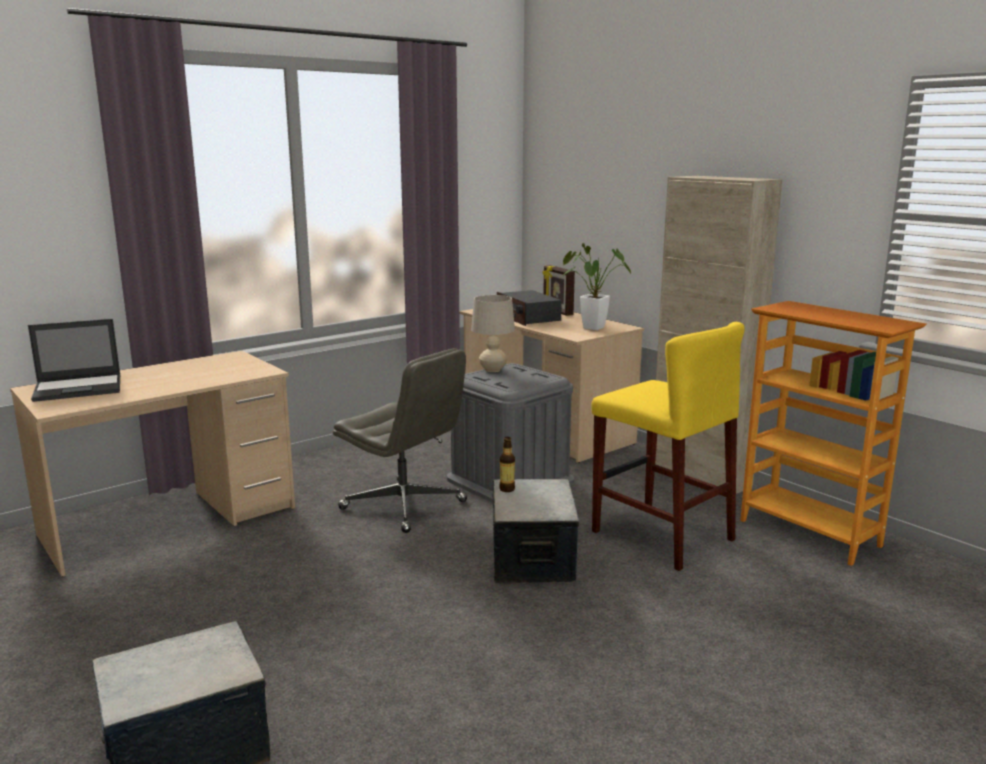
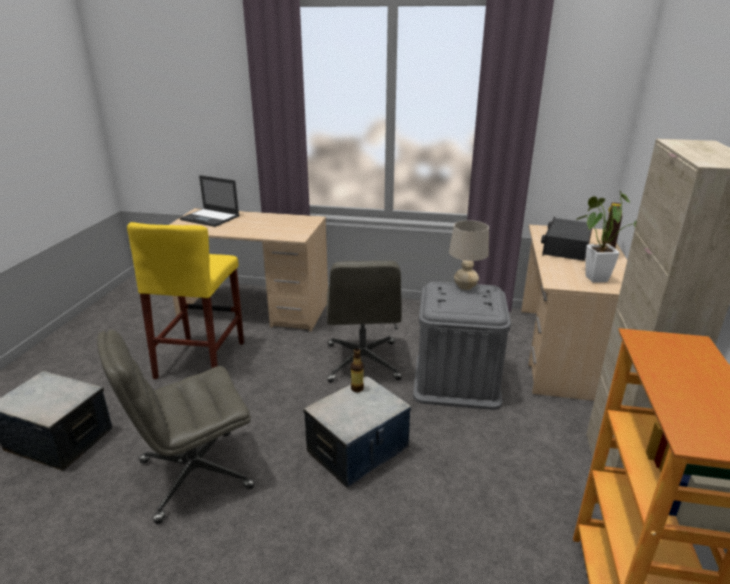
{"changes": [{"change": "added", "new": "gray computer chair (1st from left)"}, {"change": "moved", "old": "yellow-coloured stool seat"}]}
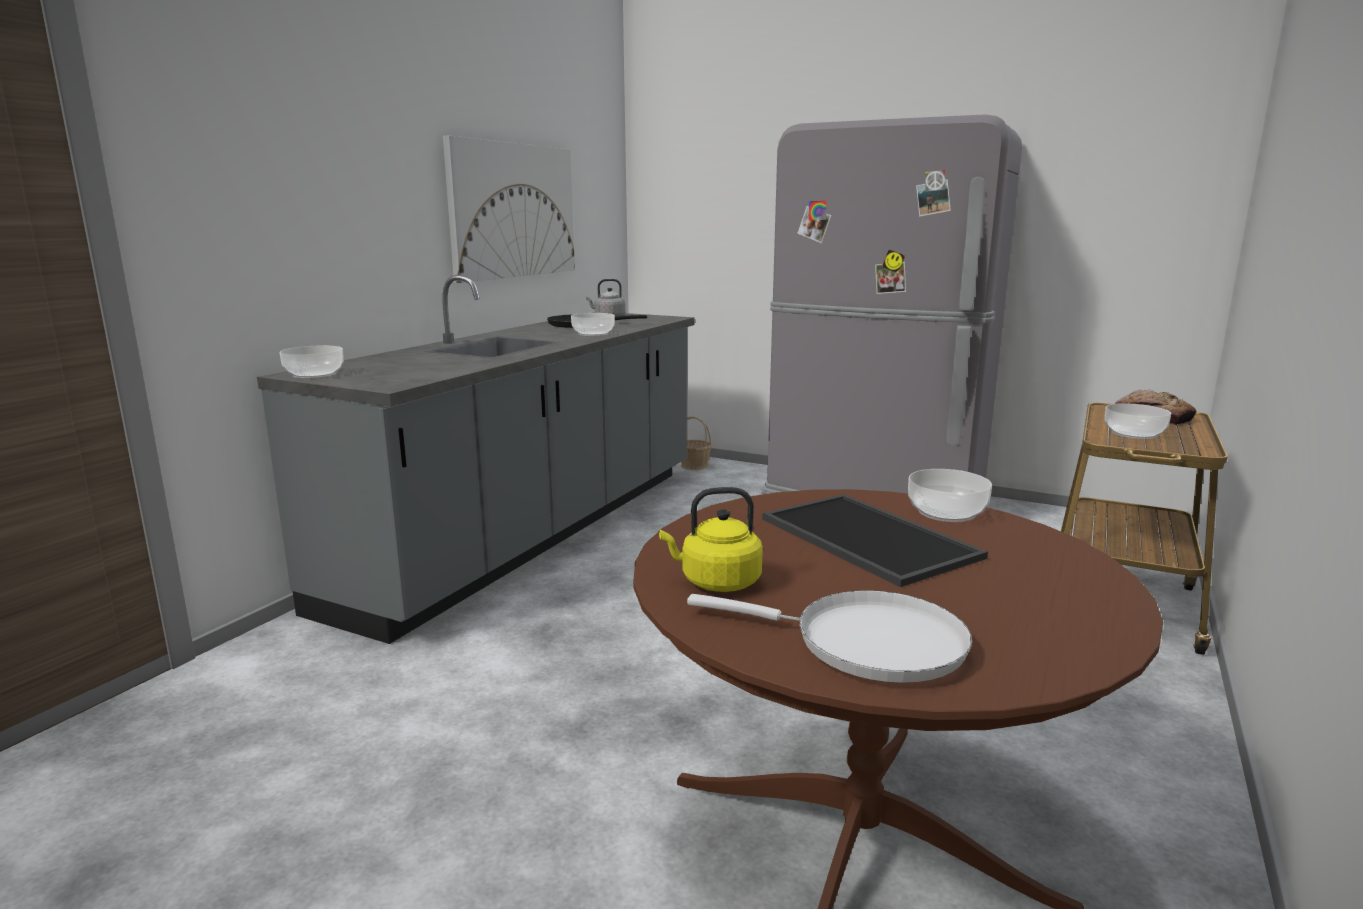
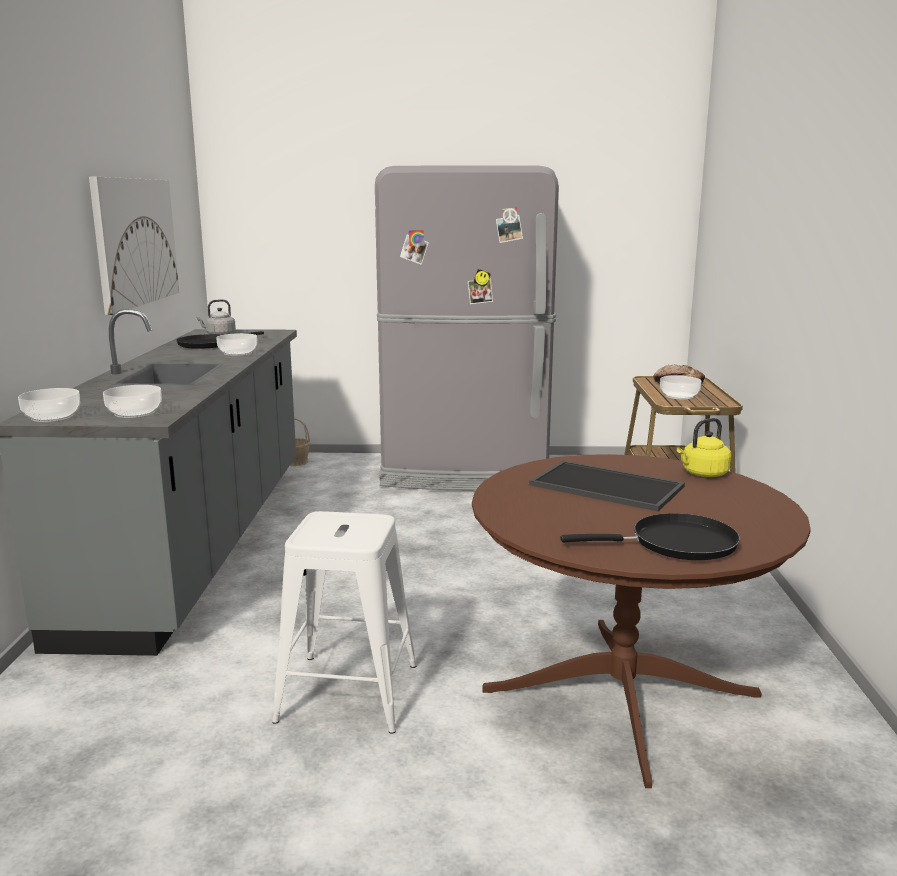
{"changes": [{"change": "added", "new": "whitish stool seat"}, {"change": "moved", "old": "yellow-coloured water kettle"}, {"change": "moved", "old": "deep dish (3rd from left in the first image)", "new": "deep dish (2nd from left)"}, {"change": "recoloured", "old": "whitish skillet", "new": "blackish skillet (2nd from left)"}]}
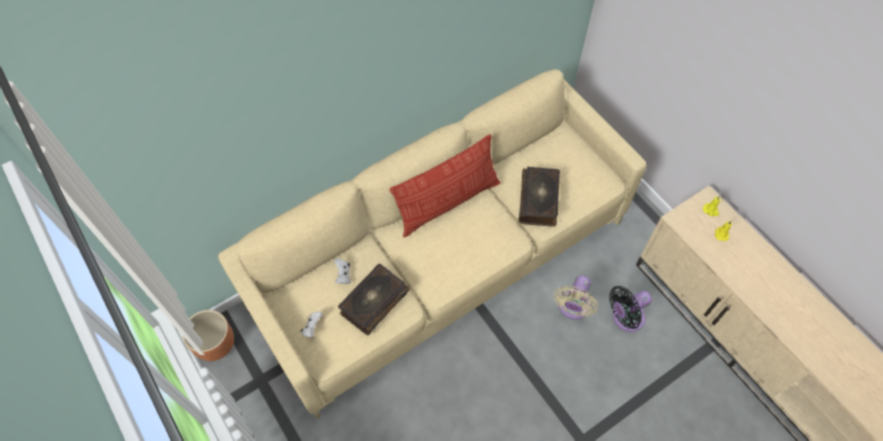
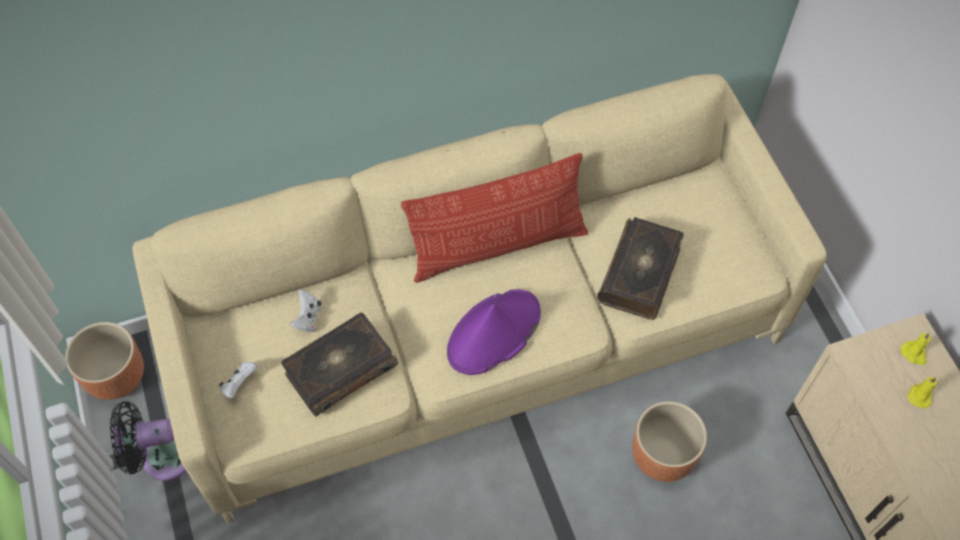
{"changes": [{"change": "added", "new": "purple-coloured wearable hat"}, {"change": "moved", "old": "blackish cooling fan"}, {"change": "replaced", "old": "beige cooling fan", "new": "brown plant pot (2nd from left)"}]}
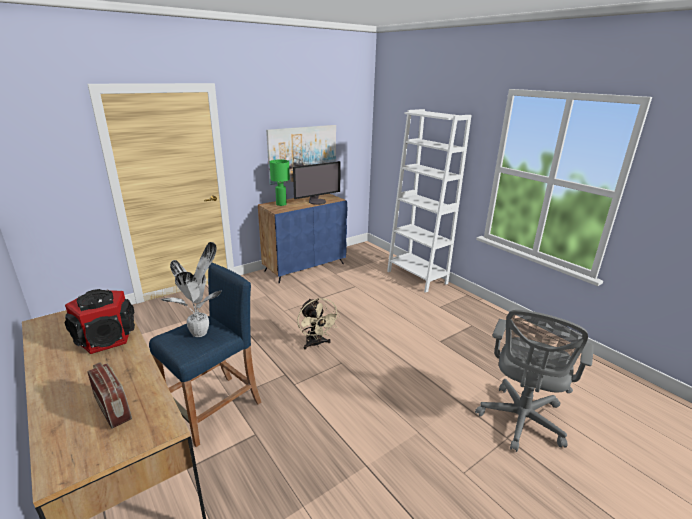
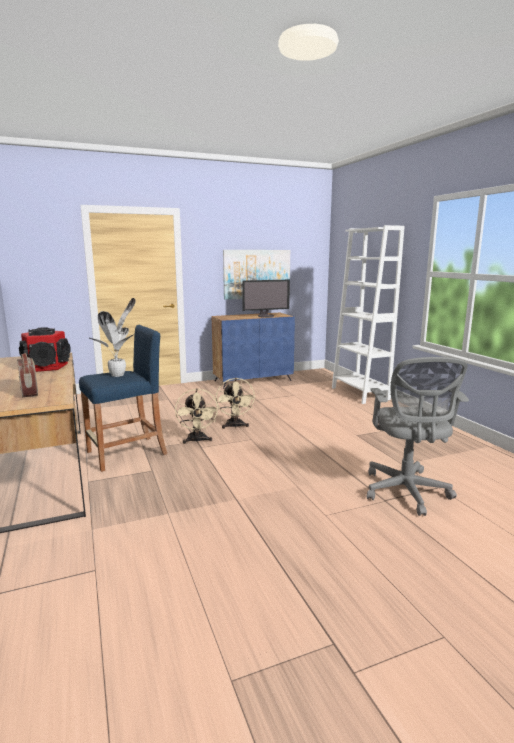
{"changes": [{"change": "removed", "old": "green-coloured lamp for a table"}, {"change": "added", "new": "beige cooling fan (1st from left)"}, {"change": "turned", "old": "gray computer chair", "degrees": -45}]}
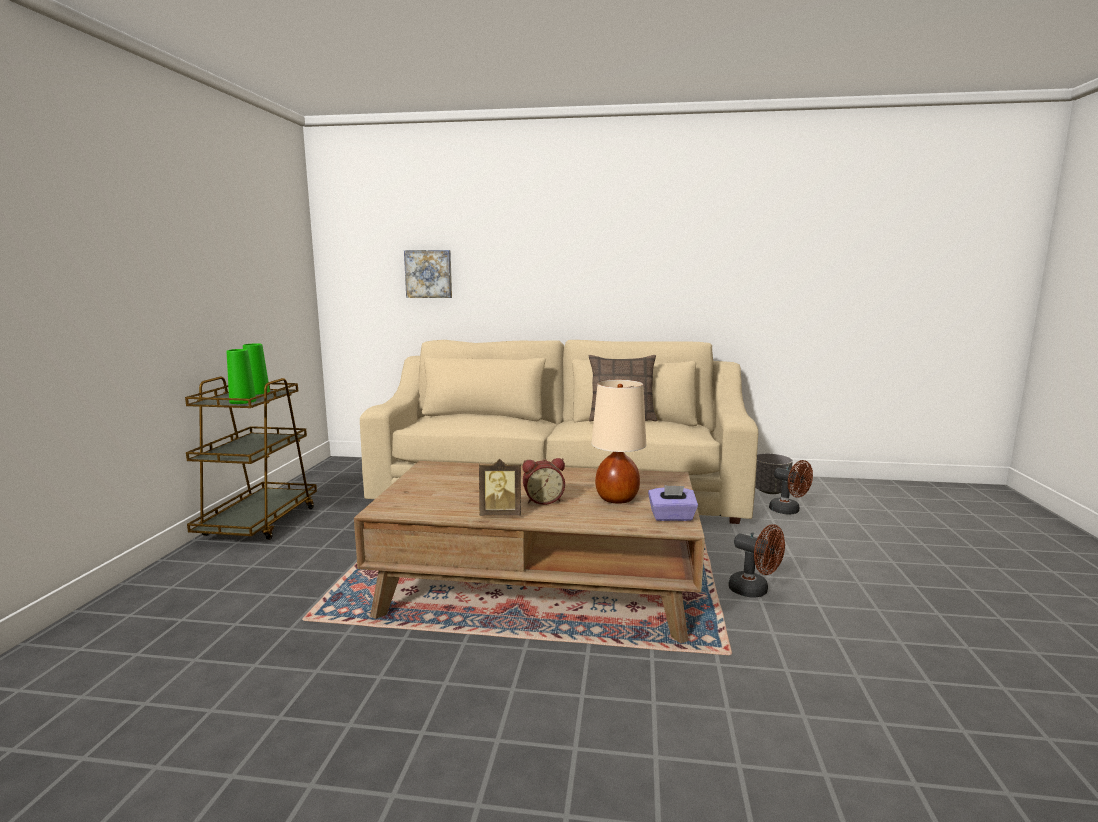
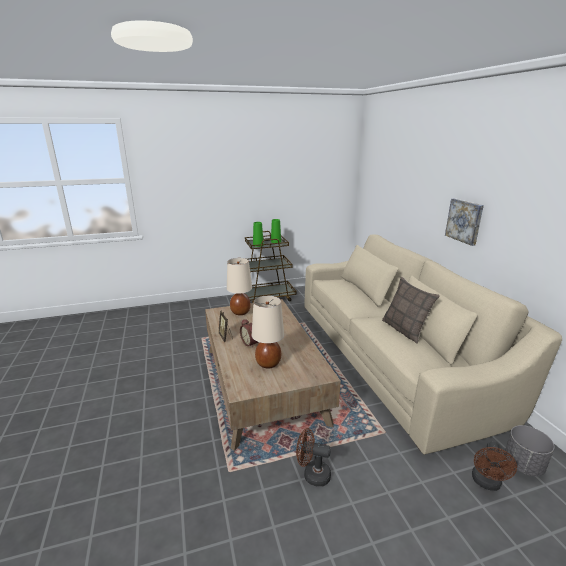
{"changes": [{"change": "removed", "old": "purple-coloured tissue holder"}, {"change": "added", "new": "beige lamp for a table (1st from left)"}, {"change": "moved", "old": "wall picture"}, {"change": "turned", "old": "brown cooling fan (1st from left)", "degrees": 90}]}
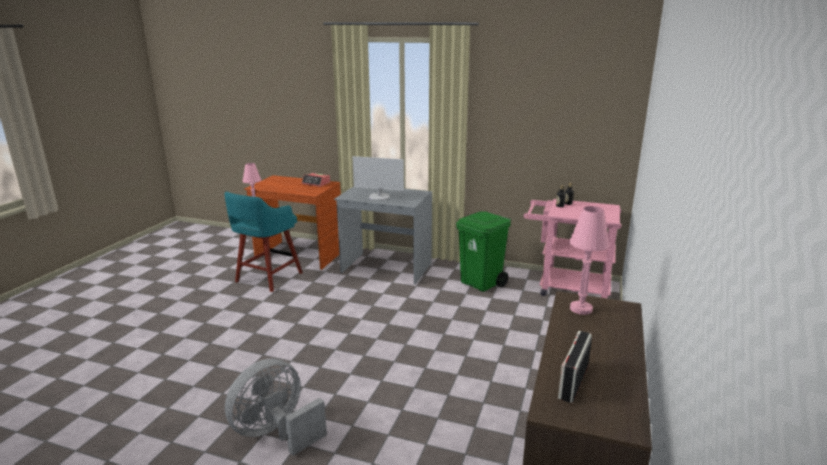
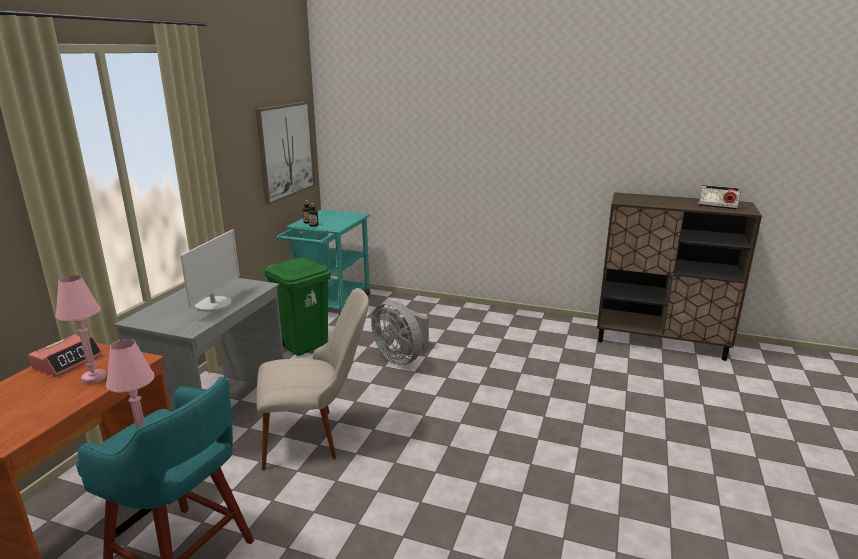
{"changes": [{"change": "added", "new": "wall picture"}, {"change": "added", "new": "beige chair"}, {"change": "moved", "old": "gray cooling fan"}, {"change": "moved", "old": "pink-coloured lamp for a table (2nd from left in the first image)", "new": "pink-coloured lamp for a table (1st from left)"}, {"change": "recoloured", "old": "pink-coloured cart", "new": "turquoise cart"}]}
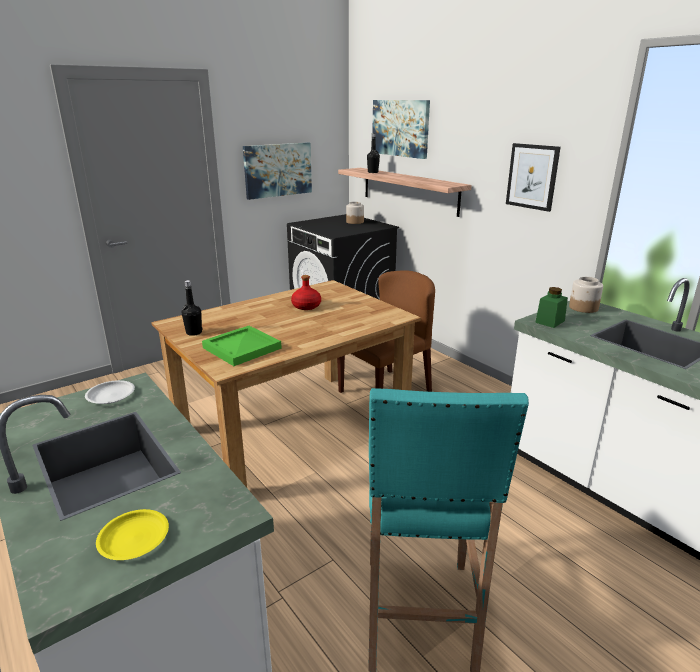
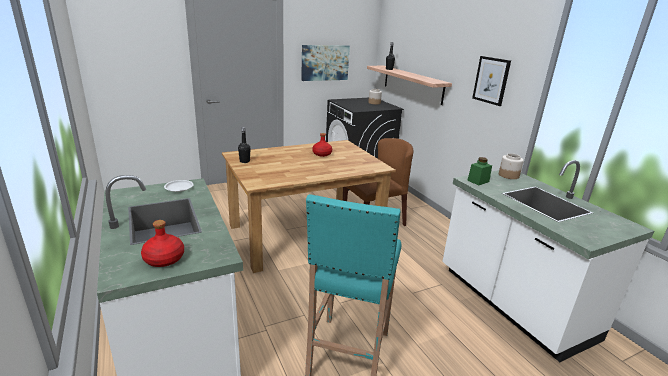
{"changes": [{"change": "removed", "old": "green-coloured carrying tray"}, {"change": "removed", "old": "wall picture (2nd from left)"}, {"change": "replaced", "old": "yellow-coloured dinner plate", "new": "red beverage bottle (1st from left)"}]}
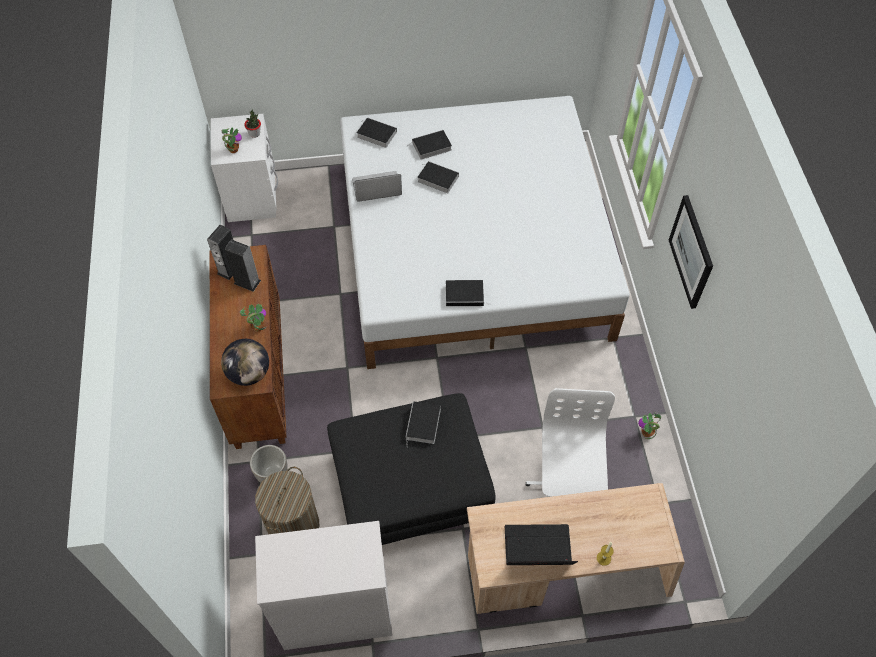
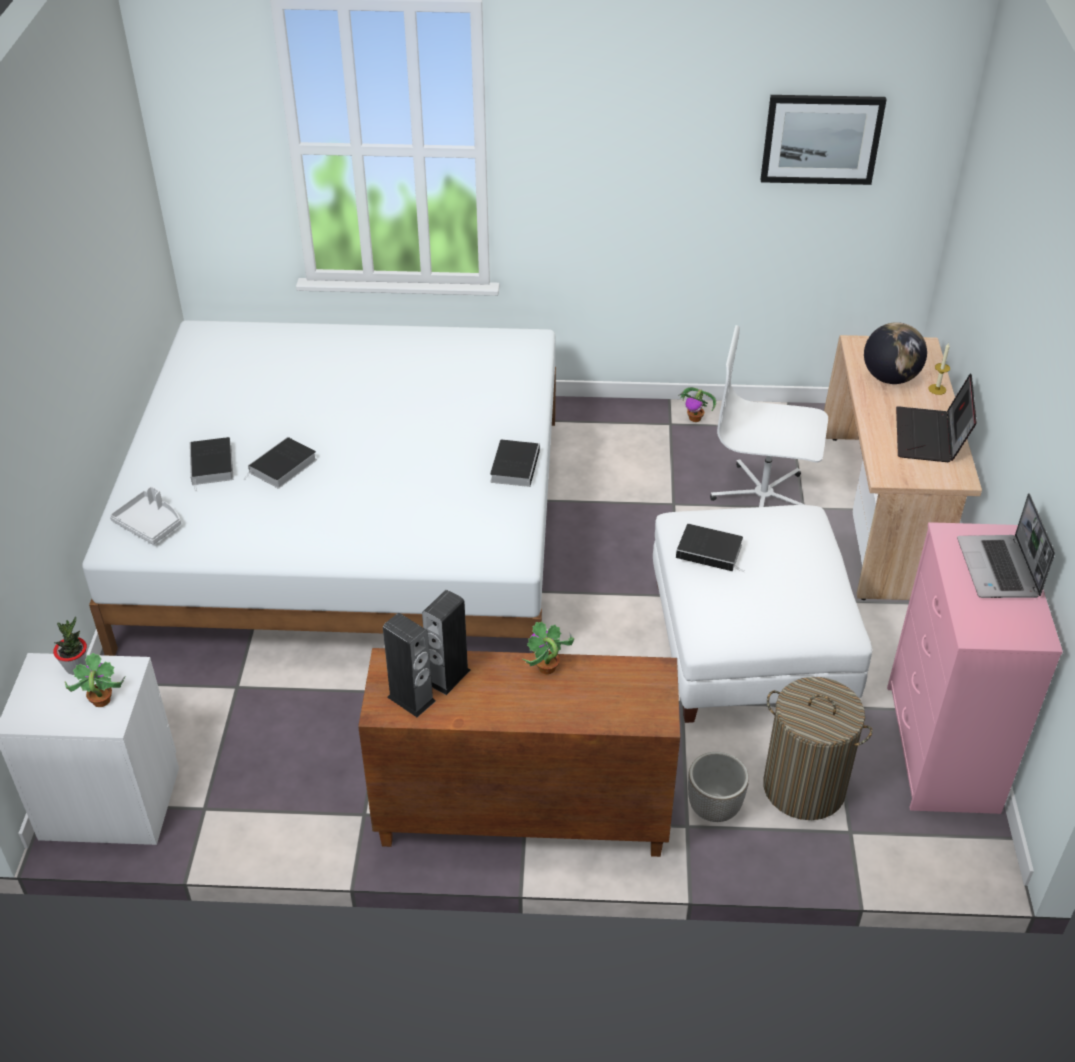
{"changes": [{"change": "moved", "old": "globe"}, {"change": "moved", "old": "portable computer (1st from left in the first image)", "new": "portable computer (2nd from left)"}, {"change": "moved", "old": "wall picture"}, {"change": "replaced", "old": "bound book (1st from left)", "new": "gray carrying tray"}, {"change": "recoloured", "old": "whitish drawer chest", "new": "pink-coloured drawer chest"}, {"change": "recoloured", "old": "blackish ottoman", "new": "whitish ottoman"}]}
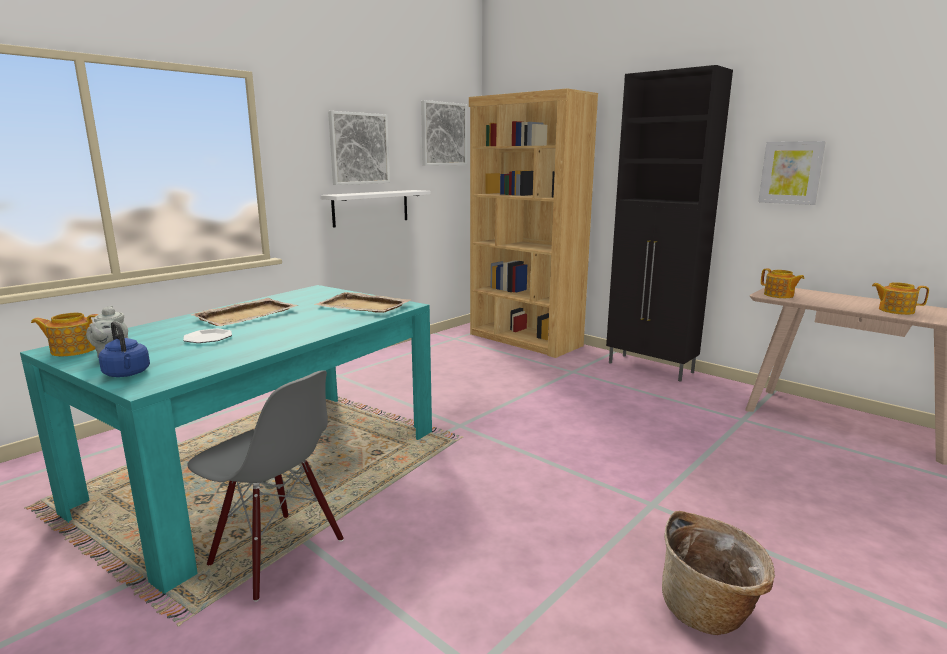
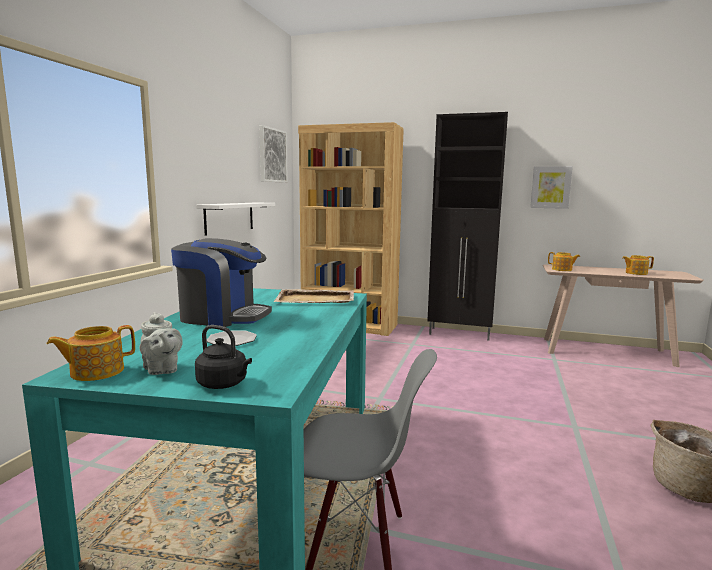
{"changes": [{"change": "removed", "old": "wall picture (1st from left)"}, {"change": "replaced", "old": "beige carrying tray (1st from left)", "new": "coffee brewer"}, {"change": "recoloured", "old": "blue-coloured water kettle", "new": "blackish water kettle"}]}
